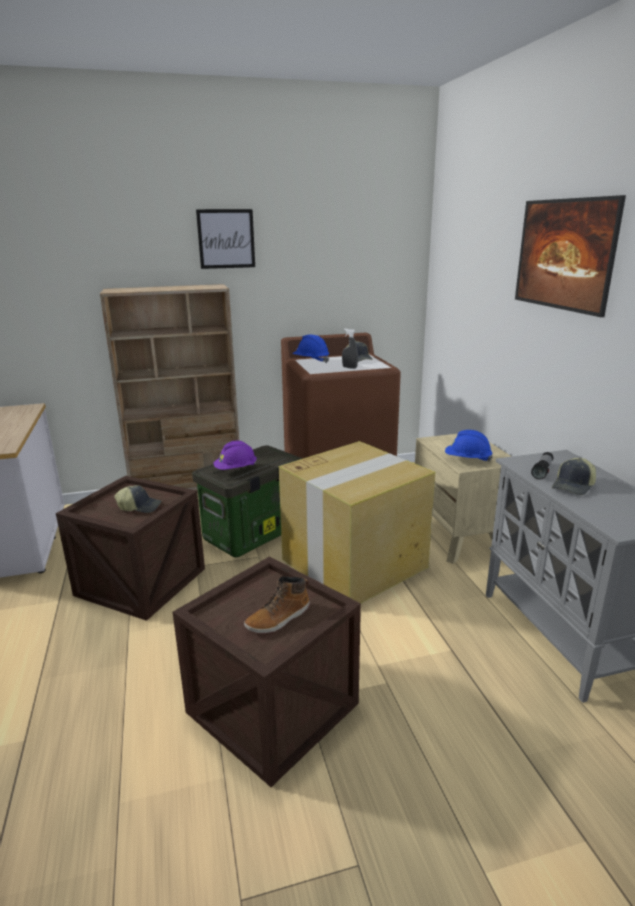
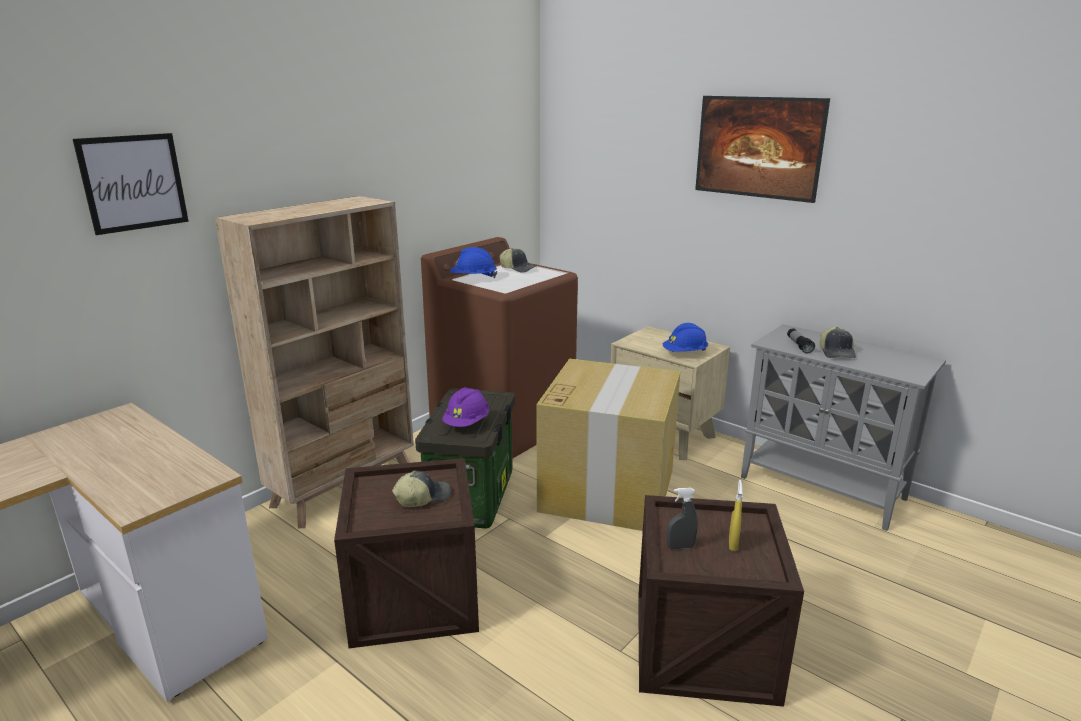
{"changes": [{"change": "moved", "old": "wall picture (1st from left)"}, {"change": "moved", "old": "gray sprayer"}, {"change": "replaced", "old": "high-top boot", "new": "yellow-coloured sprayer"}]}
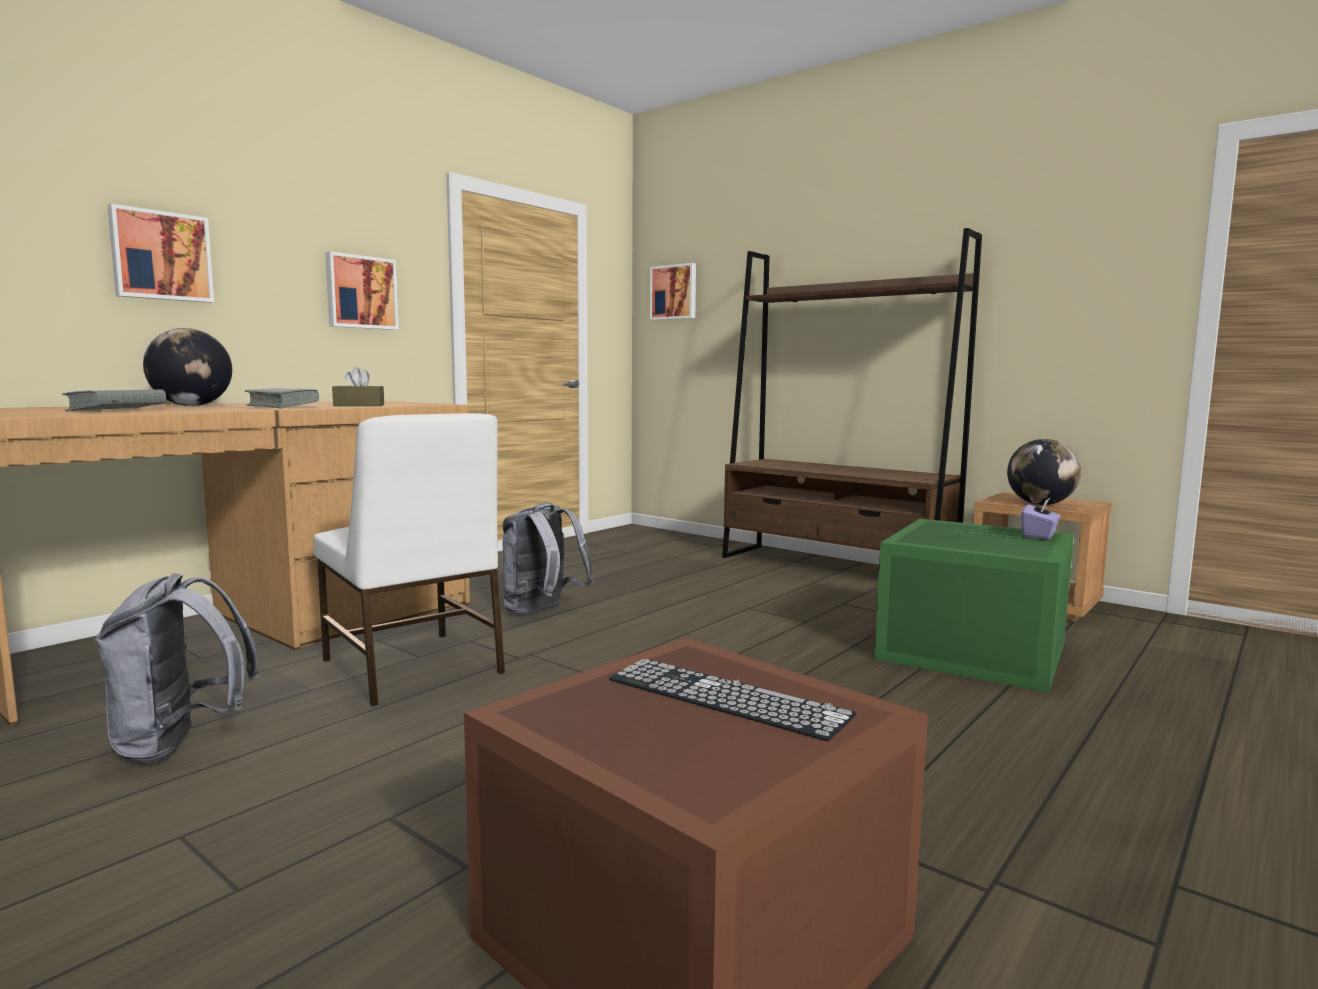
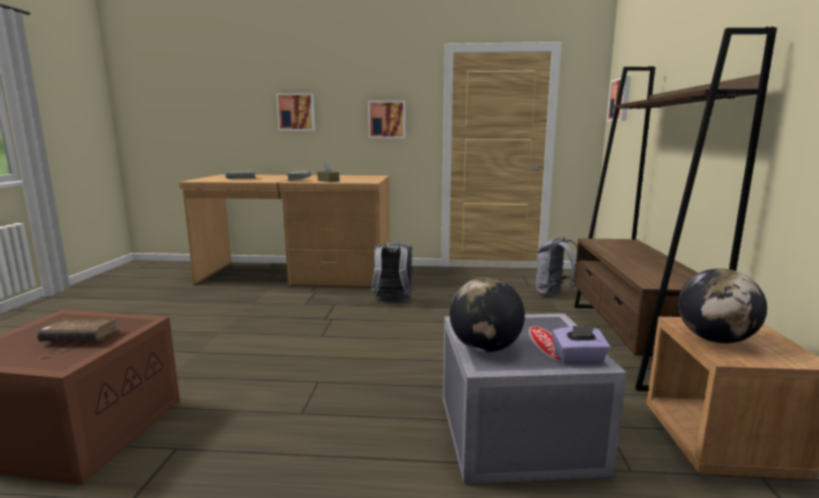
{"changes": [{"change": "removed", "old": "whitish chair"}, {"change": "moved", "old": "gray backpack (1st from left in the first image)", "new": "gray backpack (2nd from left)"}, {"change": "moved", "old": "globe (1st from left)"}, {"change": "replaced", "old": "keyboard", "new": "brown bound book"}, {"change": "recoloured", "old": "green-coloured storage box", "new": "gray storage box"}]}
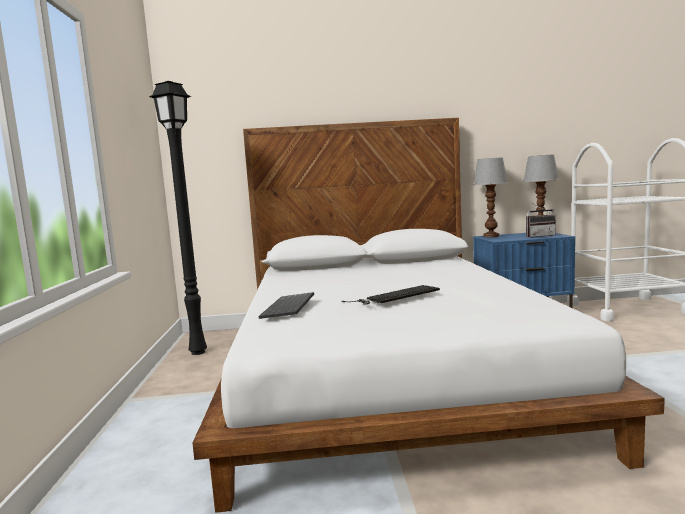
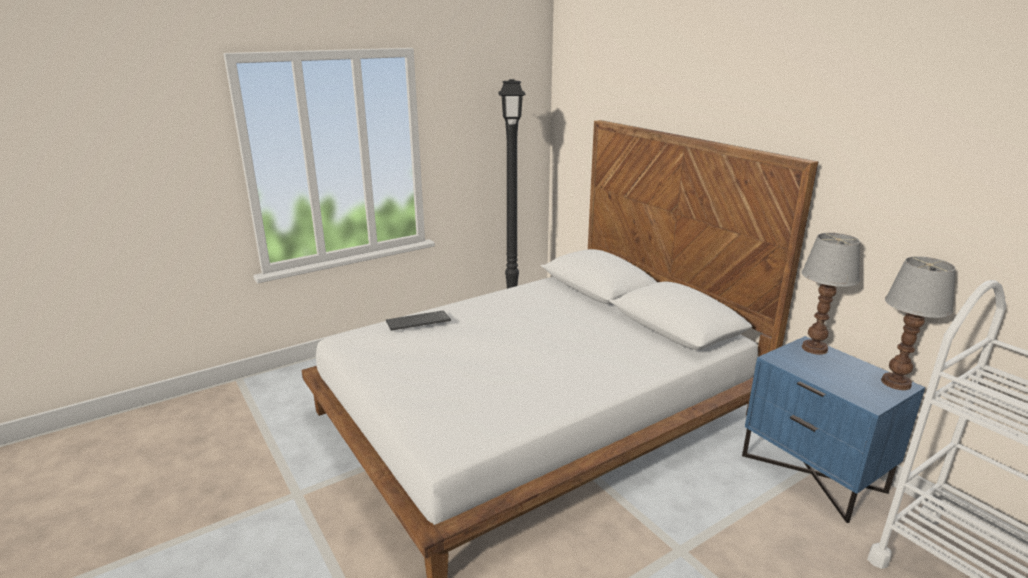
{"changes": [{"change": "removed", "old": "keyboard (2nd from left)"}, {"change": "removed", "old": "radio set"}]}
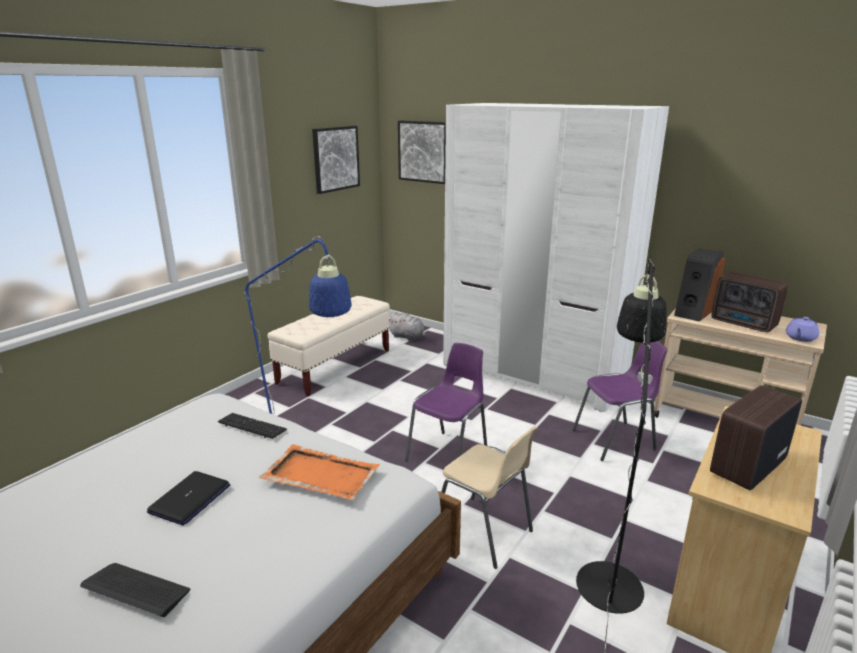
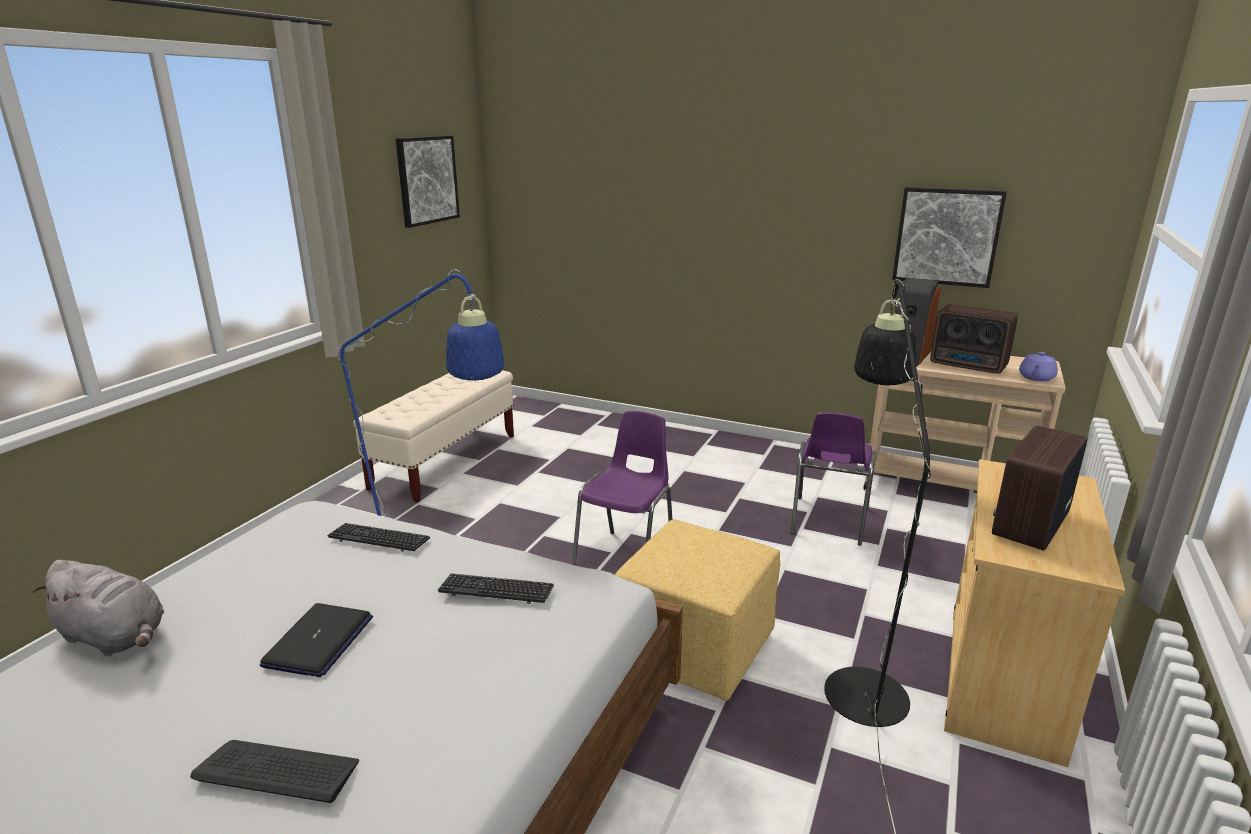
{"changes": [{"change": "removed", "old": "whitish clothes cupboard"}, {"change": "moved", "old": "gray plush toy"}, {"change": "moved", "old": "wall picture (2nd from left)"}, {"change": "replaced", "old": "orange-coloured carrying tray", "new": "keyboard (3rd from left)"}, {"change": "replaced", "old": "beige chair", "new": "yellow-coloured ottoman"}, {"change": "turned", "old": "purple-coloured chair (2nd from left)", "degrees": 135}]}
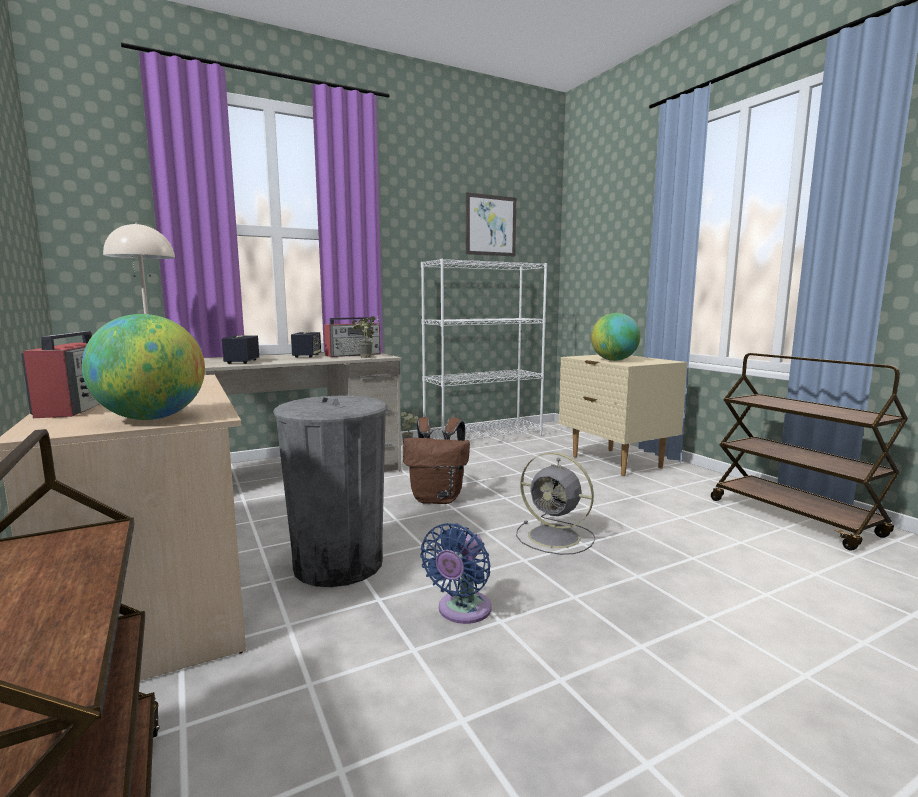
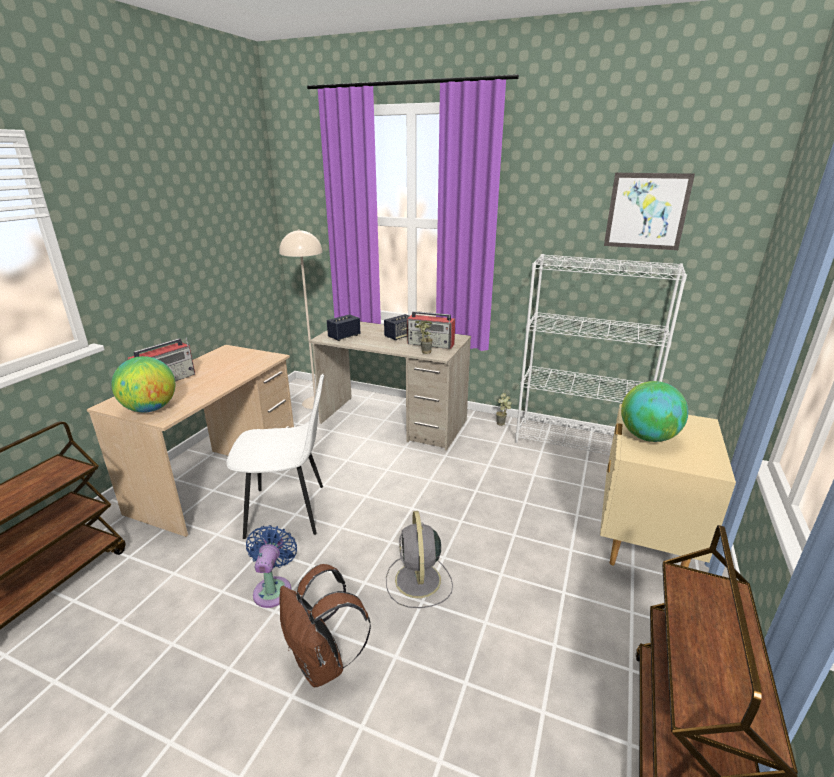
{"changes": [{"change": "moved", "old": "brown backpack"}, {"change": "replaced", "old": "gray rubbish bin", "new": "whitish chair"}, {"change": "turned", "old": "blue-coloured cooling fan", "degrees": 105}]}
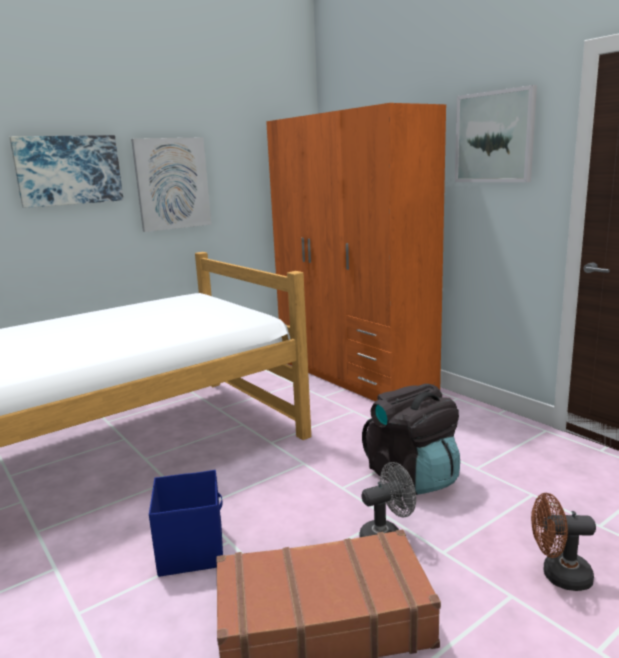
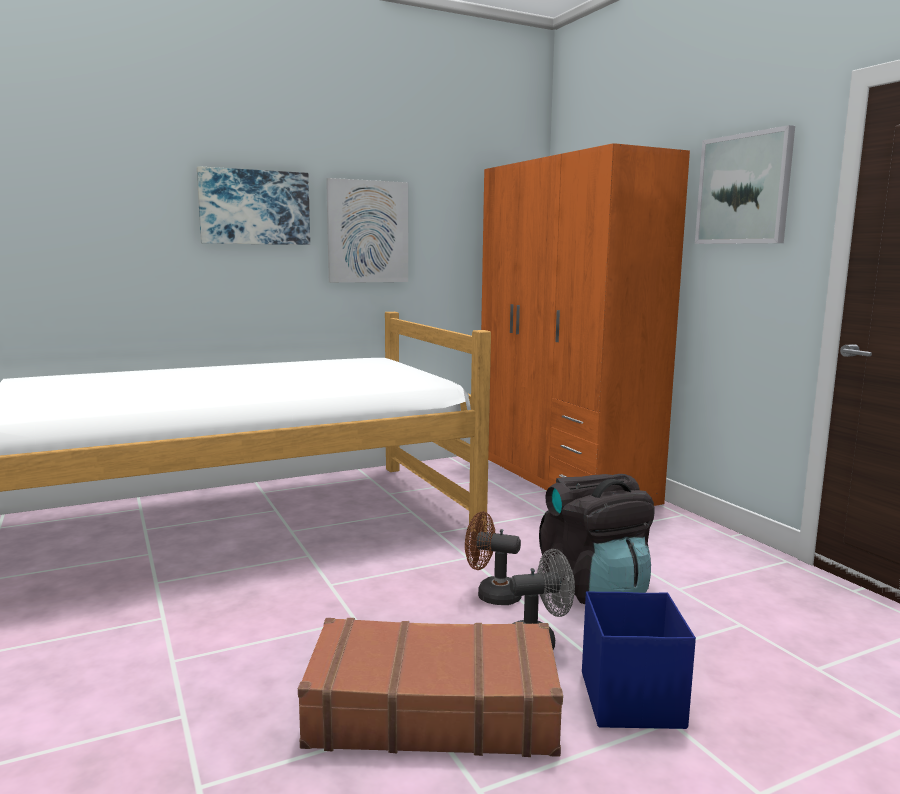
{"changes": [{"change": "moved", "old": "blue-coloured storage box"}, {"change": "moved", "old": "brown cooling fan"}]}
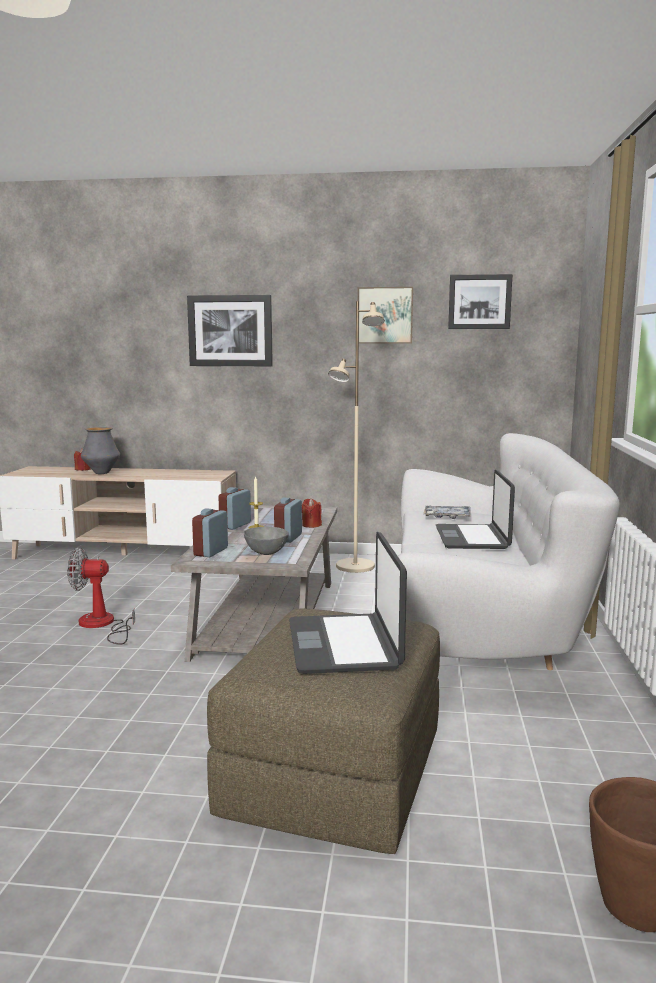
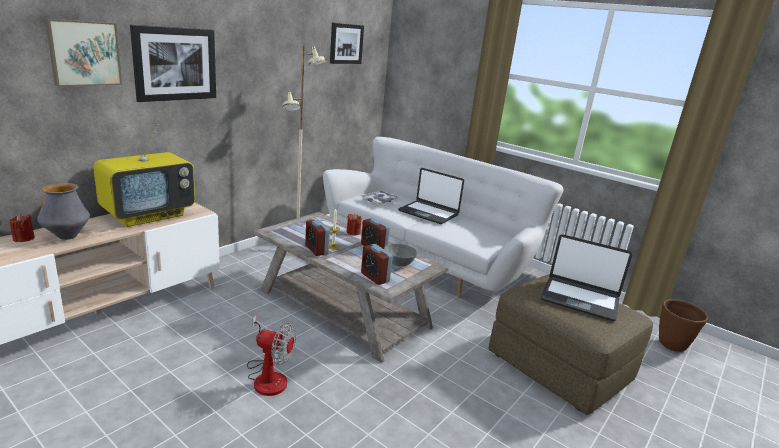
{"changes": [{"change": "added", "new": "television"}, {"change": "moved", "old": "wall picture (2nd from left in the first image)", "new": "wall picture (1st from left)"}, {"change": "turned", "old": "cooling fan", "degrees": -105}]}
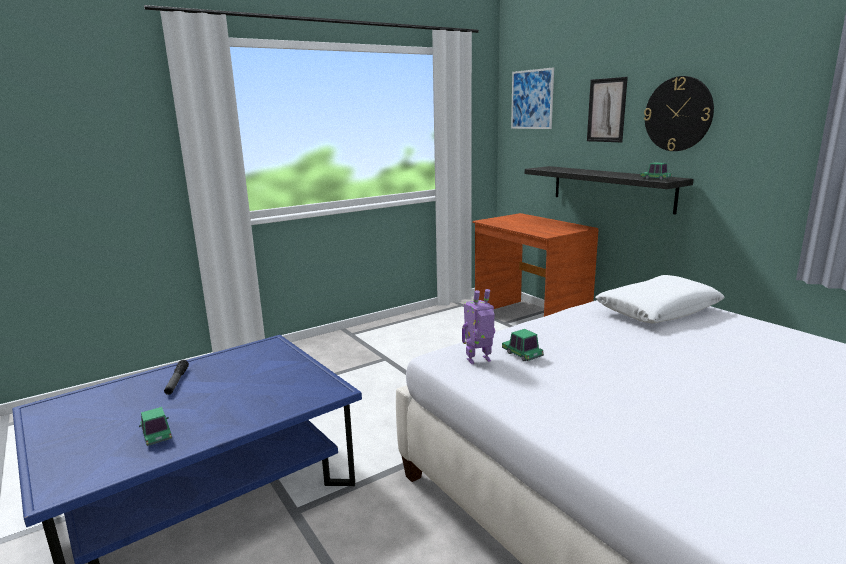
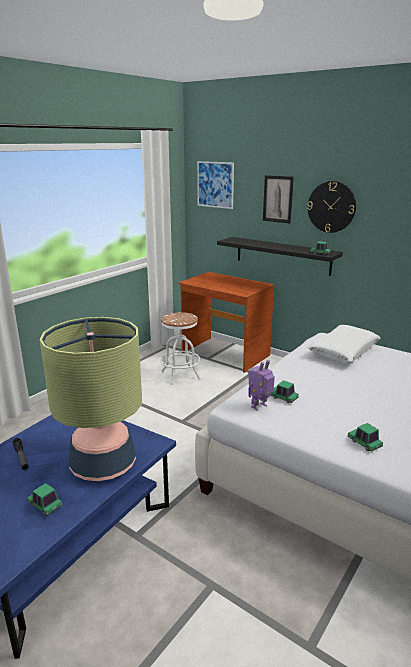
{"changes": [{"change": "added", "new": "lamp for a table"}, {"change": "added", "new": "whitish stool seat"}, {"change": "added", "new": "toy car (4th from left)"}]}
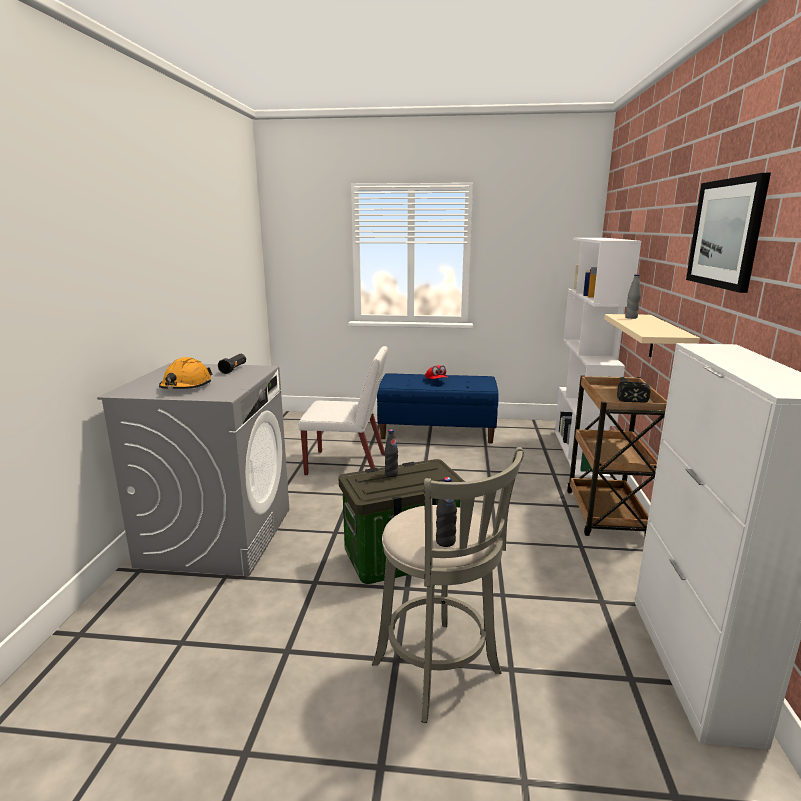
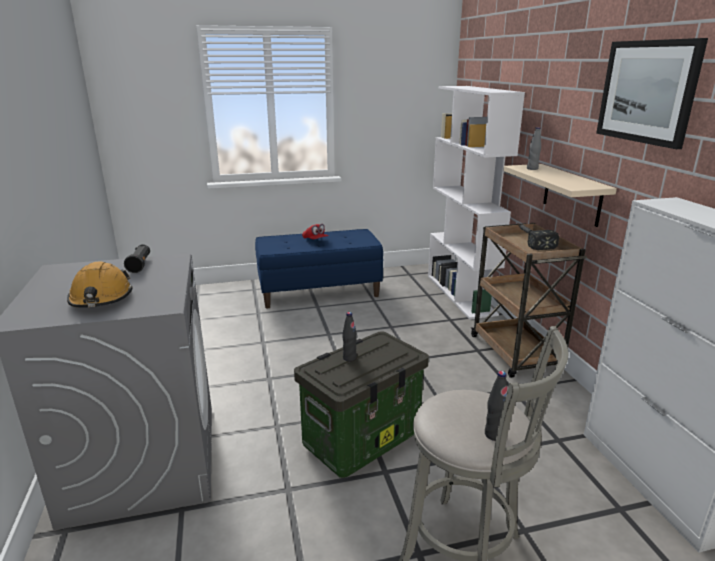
{"changes": [{"change": "removed", "old": "whitish chair"}]}
